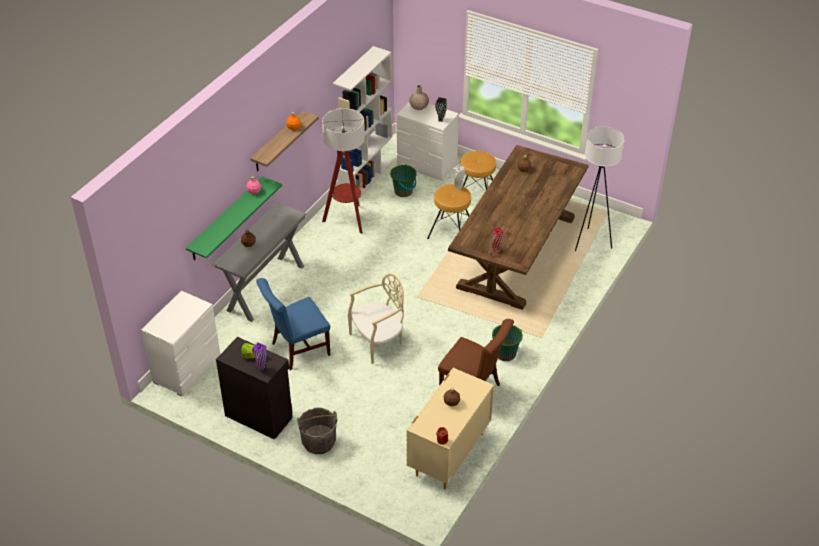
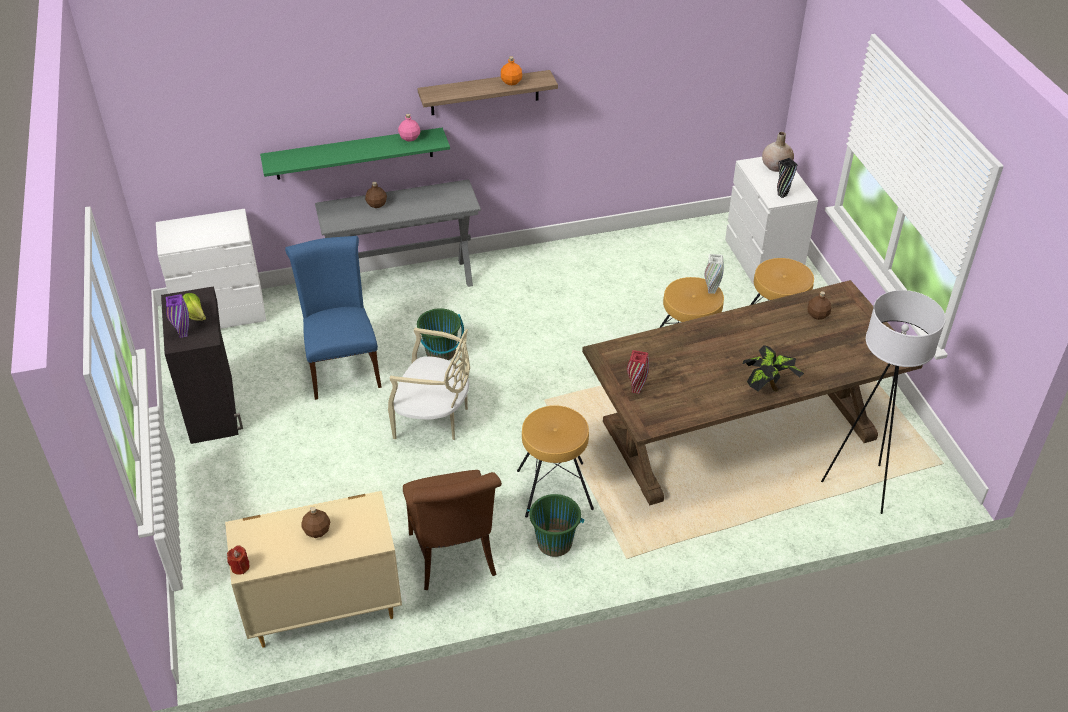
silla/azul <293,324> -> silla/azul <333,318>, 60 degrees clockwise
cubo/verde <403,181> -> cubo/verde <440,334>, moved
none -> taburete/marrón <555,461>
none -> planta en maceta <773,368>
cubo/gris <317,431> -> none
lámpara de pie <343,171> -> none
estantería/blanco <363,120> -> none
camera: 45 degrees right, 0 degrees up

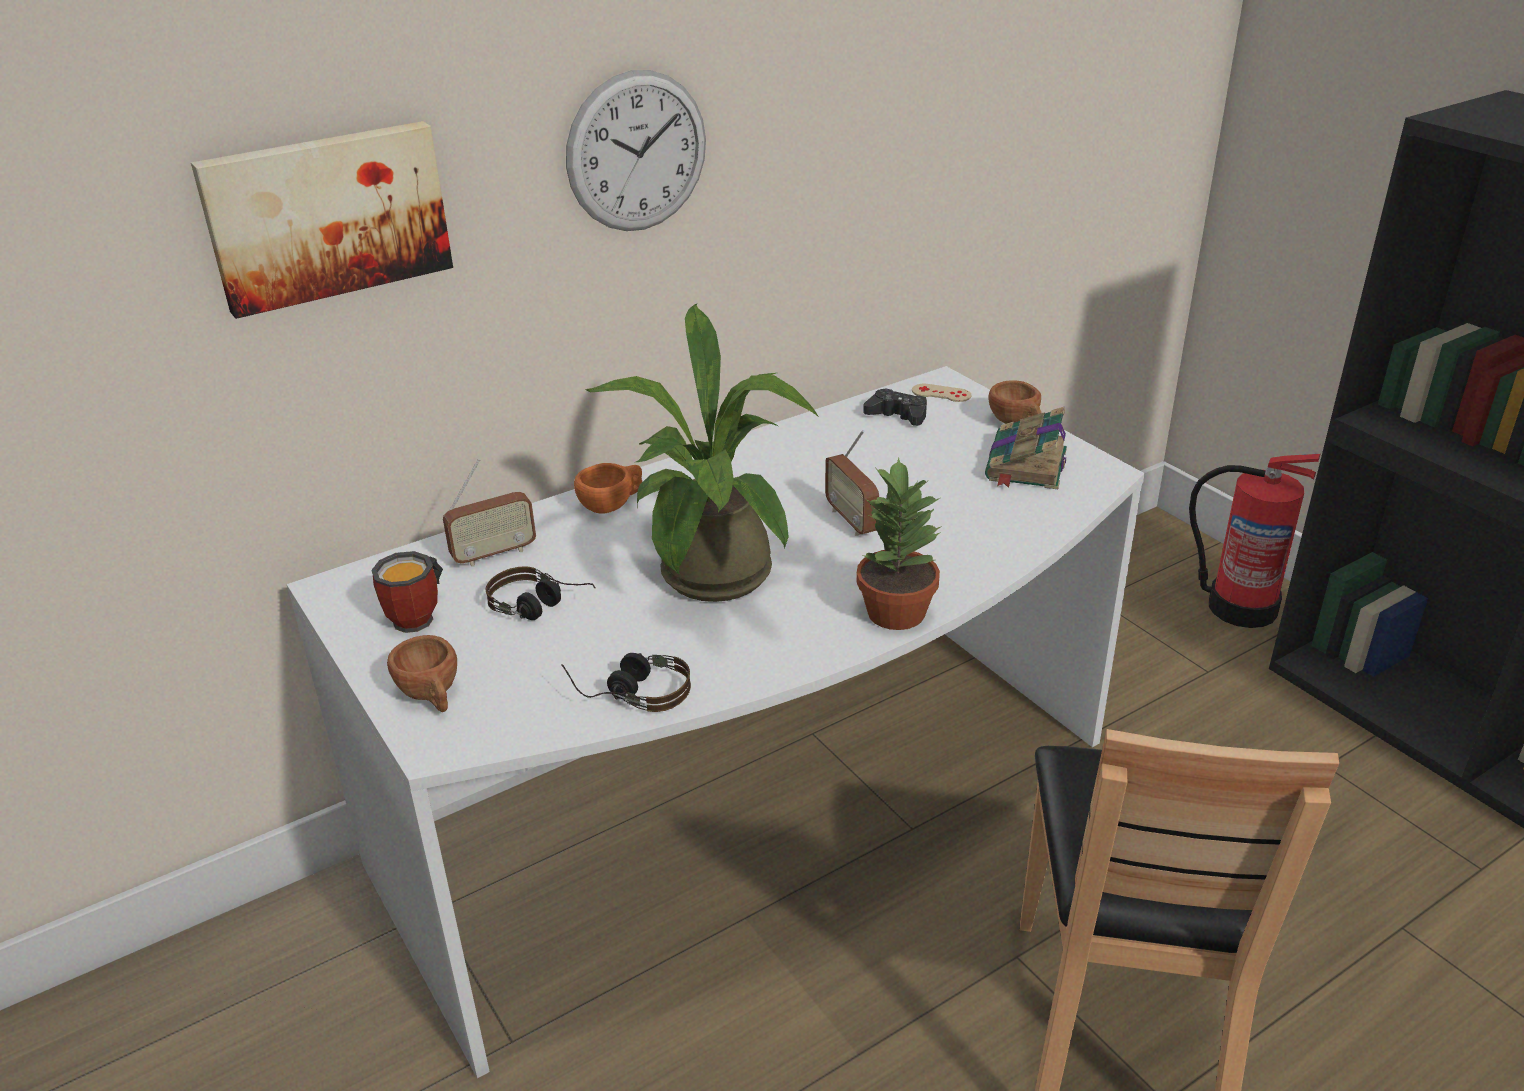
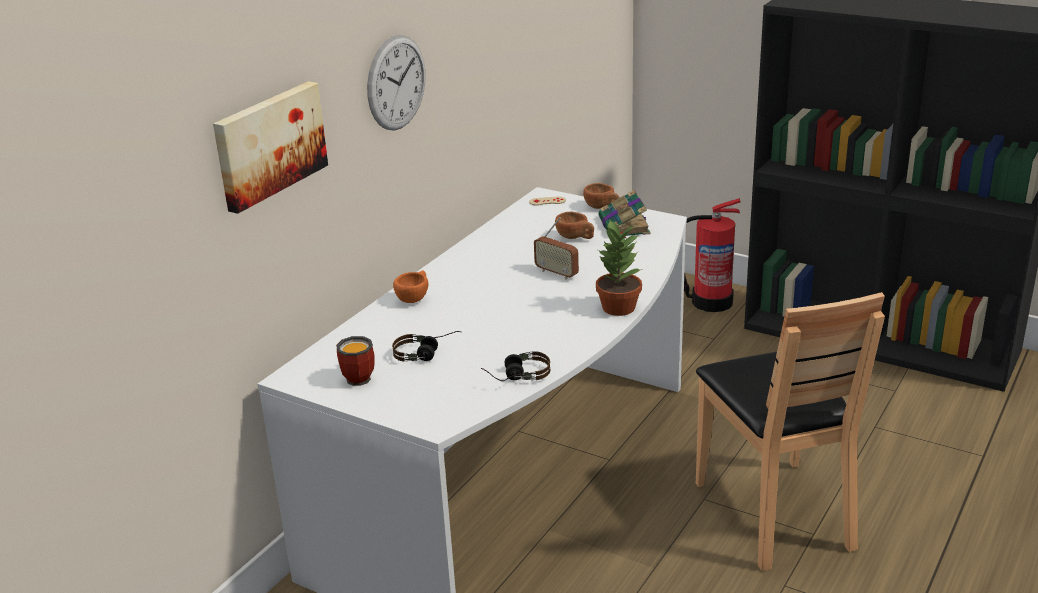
taza/marrón <422,673> -> taza/marrón <574,225>, moved
radio <489,513> -> none
planta en maceta <701,453> -> none
mando de consola/negro <895,407> -> none
camera: 25 degrees left, 5 degrees down

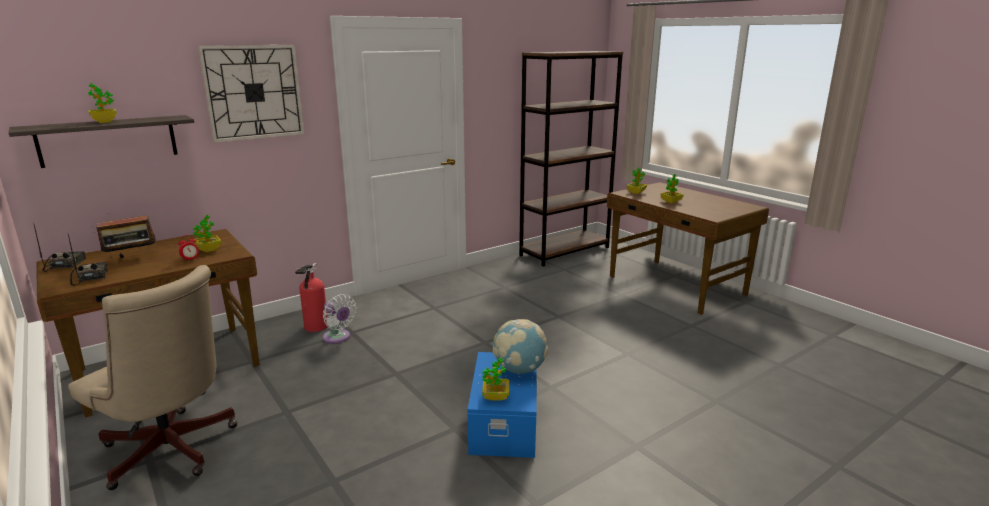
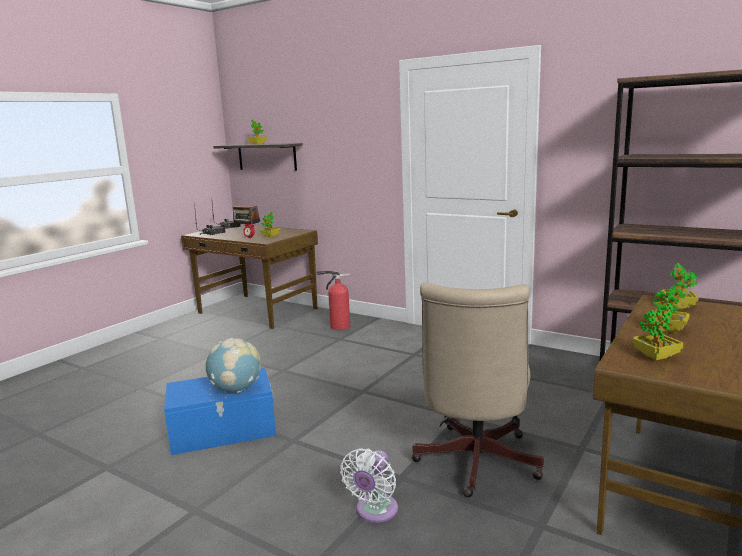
ventilador/blanco <340,319> -> ventilador/blanco <369,485>, moved
silla de oficina/beis <153,377> -> silla de oficina/beis <478,390>, moved
planta en maceta <495,379> -> planta en maceta <657,331>, moved
reloj de pared <251,94> -> none
camera: 70 degrees right, 5 degrees down

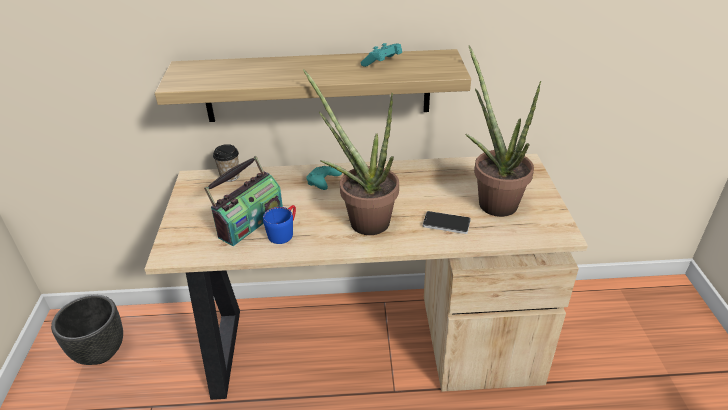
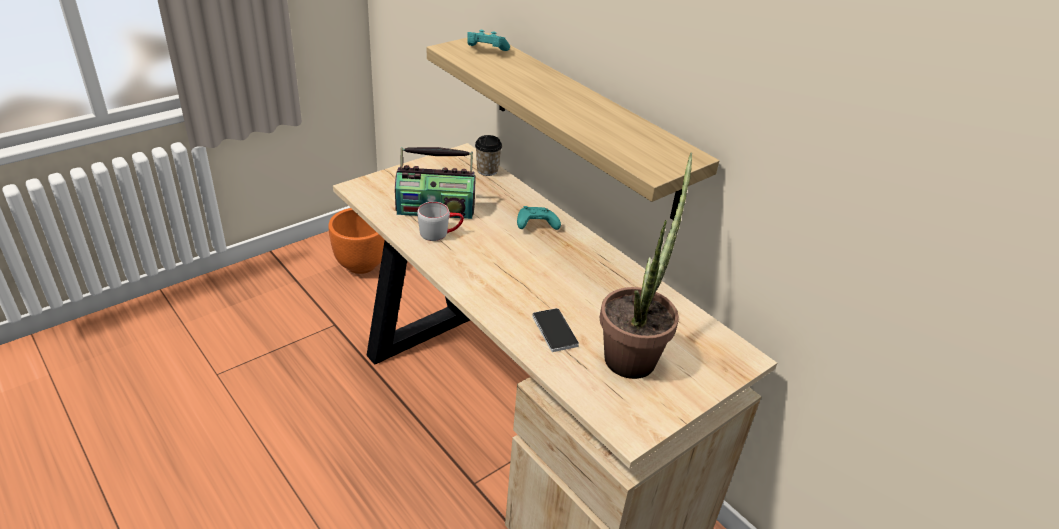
maceta/negro <87,330> -> maceta/naranja <356,241>
taza grande/azul <279,224> -> taza grande/gris <440,221>
mando de consola/turquesa <381,55> -> mando de consola/turquesa <488,40>, moved
planta en maceta <351,152> -> none
camera: 50 degrees right, 0 degrees up

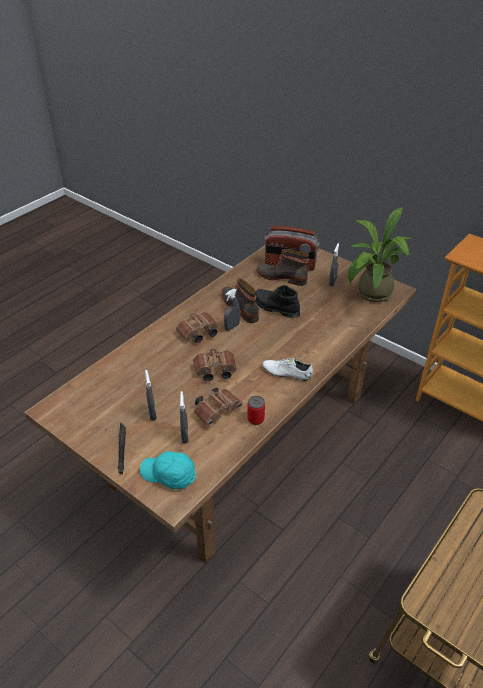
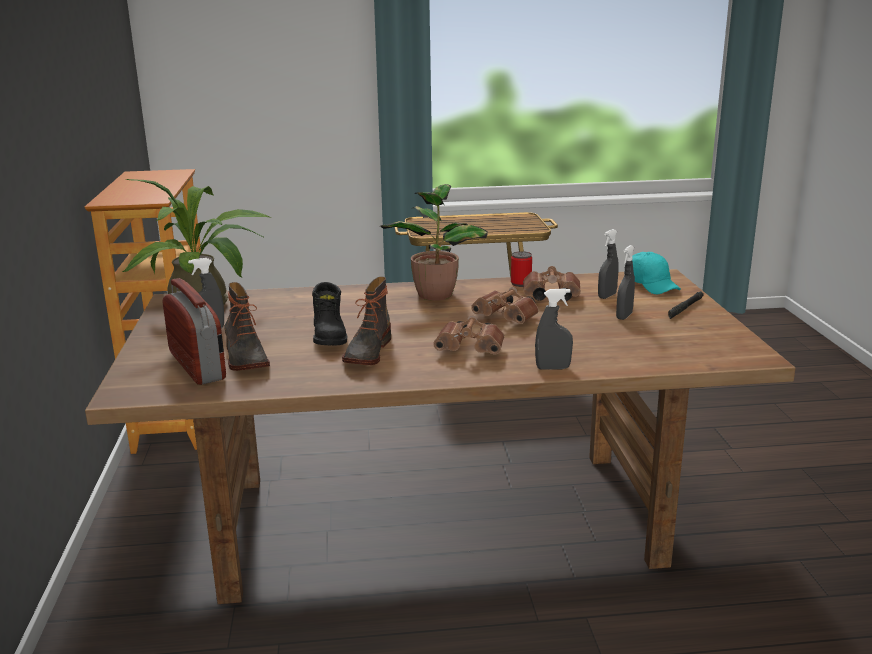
zapato/blanco <288,369> -> planta en maceta <434,242>
pulverizador/gris <232,310> -> pulverizador/gris <554,329>, moved
camera: 135 degrees left, 20 degrees down

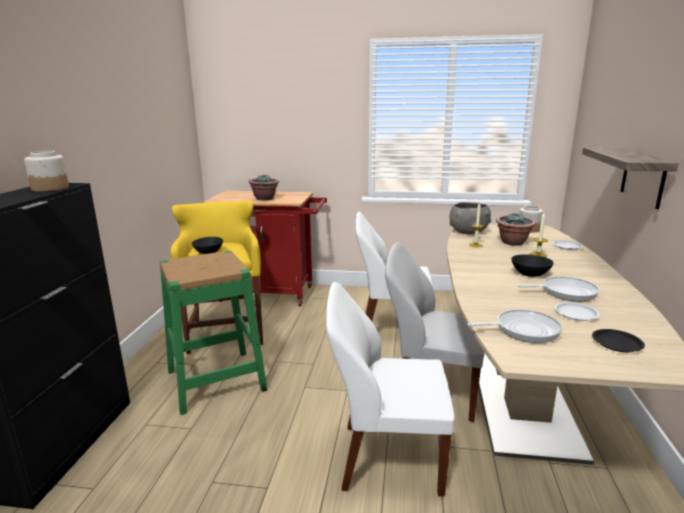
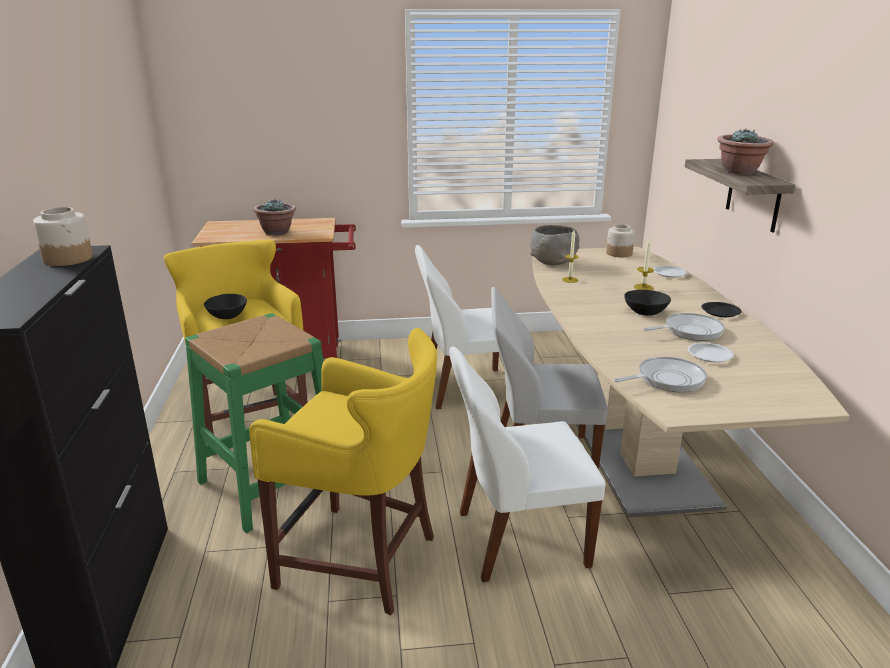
none -> taburete/amarillo <343,472>
plato/negro <618,340> -> plato/negro <721,309>, moved
planta en maceta <516,230> -> planta en maceta <745,152>, moved
camera: 15 degrees left, 5 degrees up

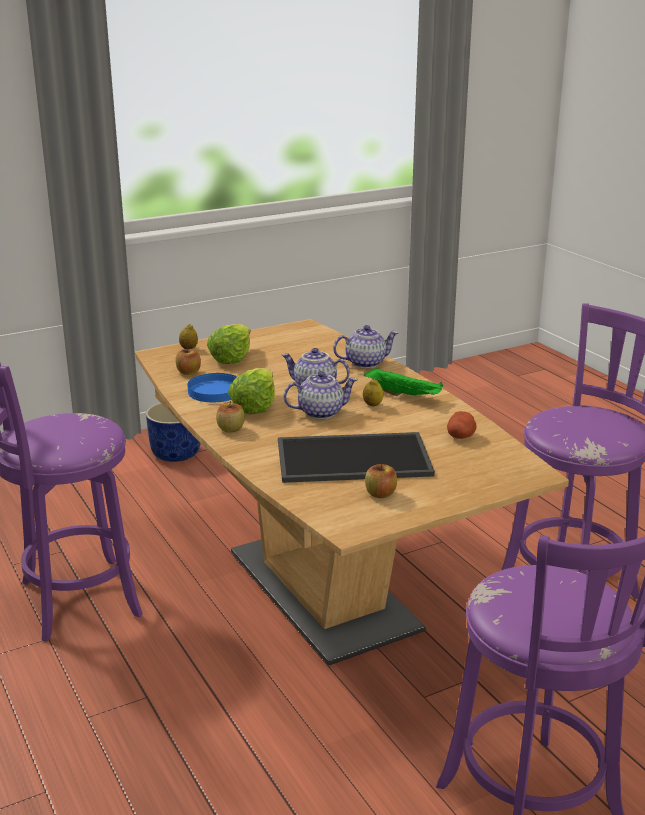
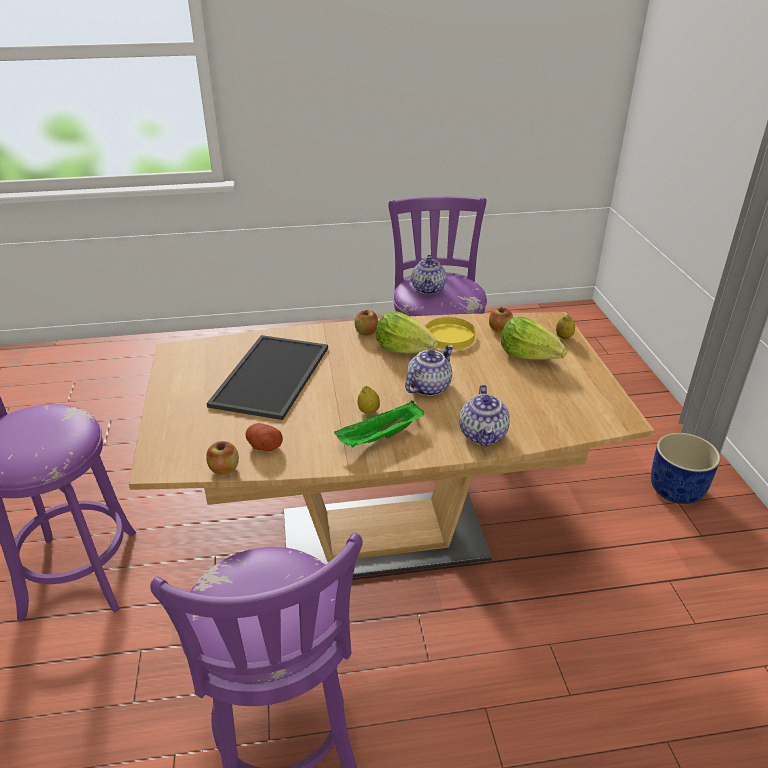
manzana <381,481> -> manzana <222,458>, moved
tetera <321,395> -> tetera <428,274>, moved
plato/azul <212,387> -> plato/amarillo <450,333>
camera: 110 degrees right, 10 degrees up

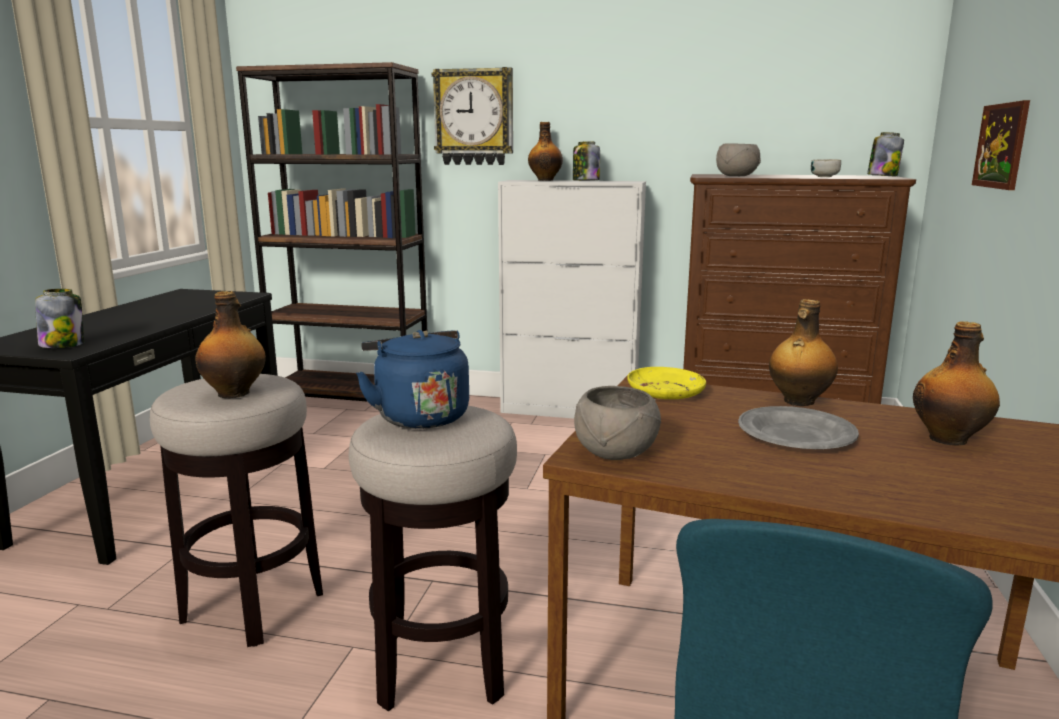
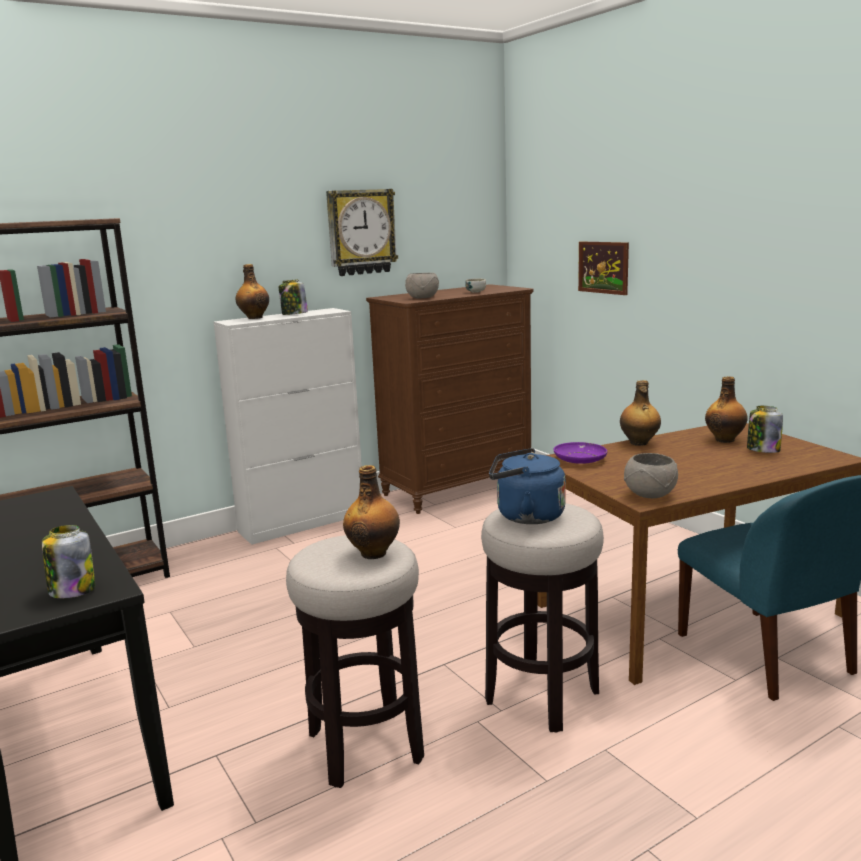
reloj de pared <472,116> -> reloj de pared <362,232>, moved
plato/amarillo <666,383> -> plato/morado <580,453>
tarro <885,154> -> tarro <765,429>, moved
plato/gris <798,427> -> none
camera: 45 degrees left, 0 degrees up

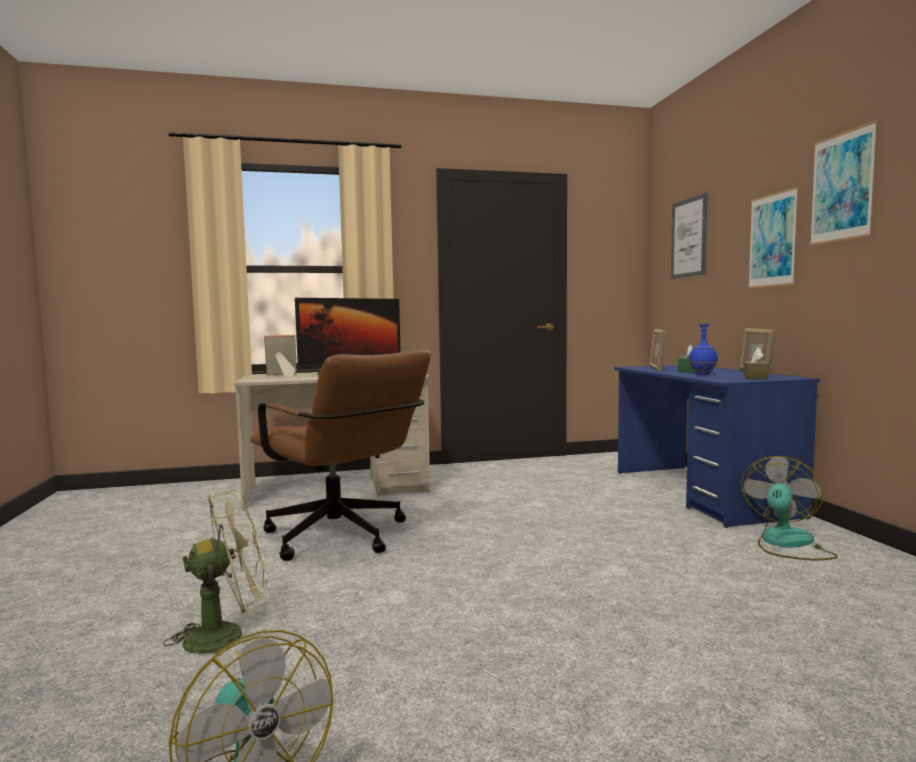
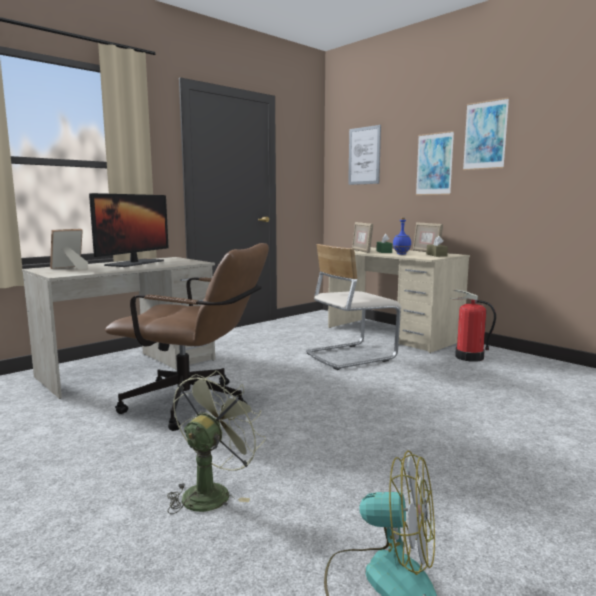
none -> silla/beis <353,307>
escritorio/azul <717,446> -> escritorio/beis <399,300>
ventilador <789,508> -> extintor <473,326>
camera: 30 degrees left, 5 degrees up

